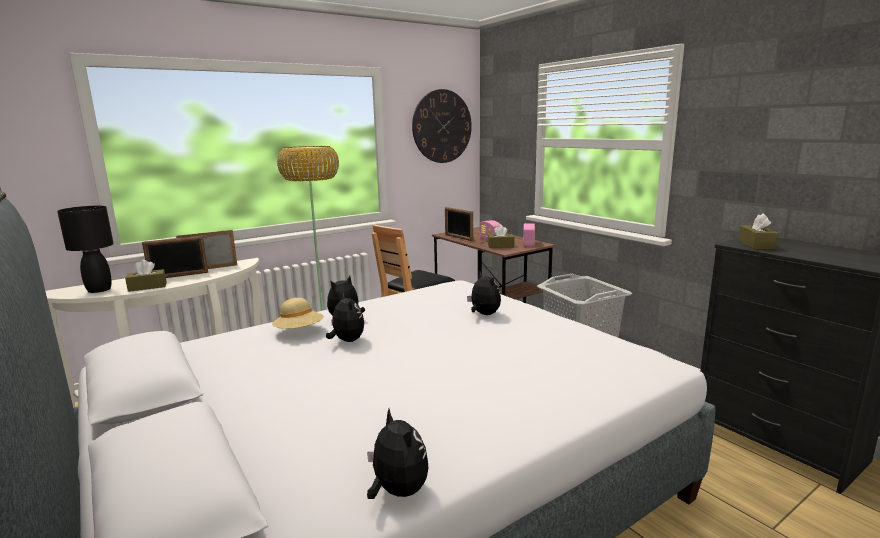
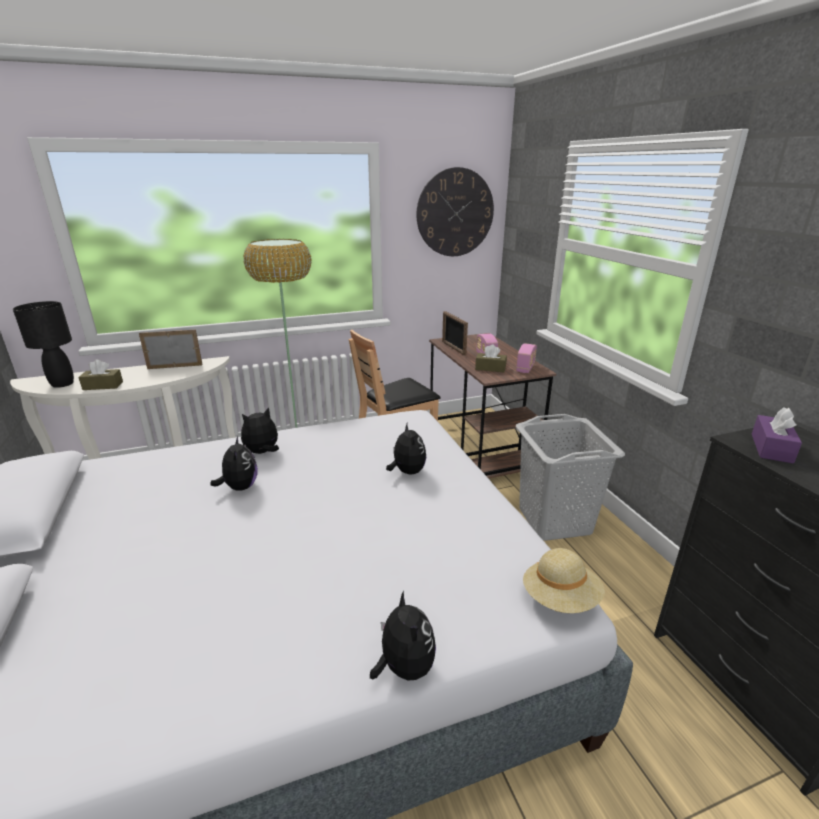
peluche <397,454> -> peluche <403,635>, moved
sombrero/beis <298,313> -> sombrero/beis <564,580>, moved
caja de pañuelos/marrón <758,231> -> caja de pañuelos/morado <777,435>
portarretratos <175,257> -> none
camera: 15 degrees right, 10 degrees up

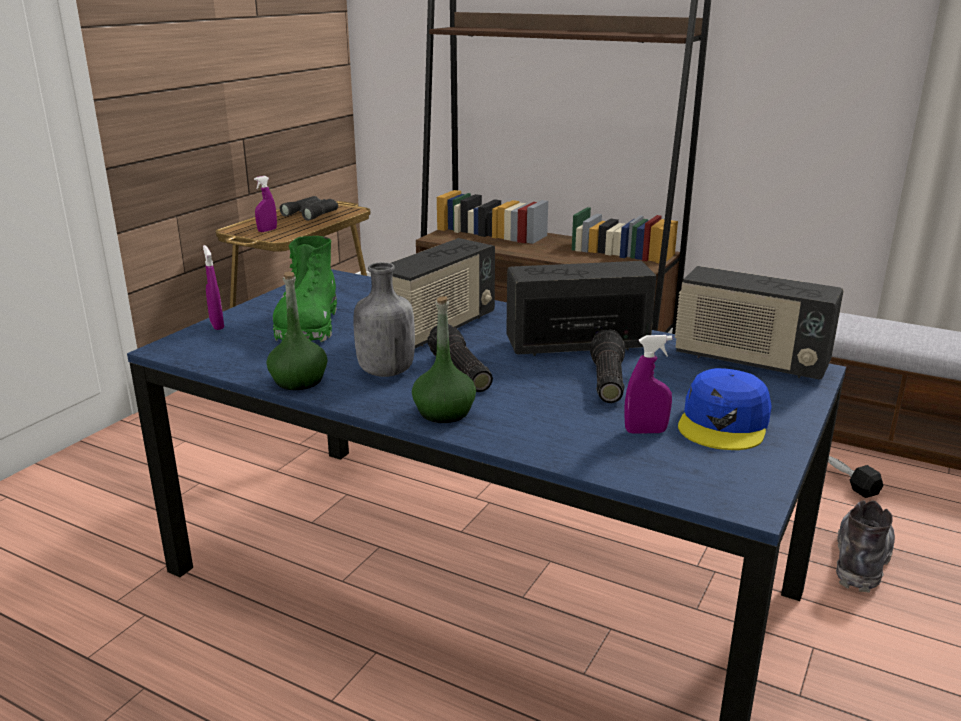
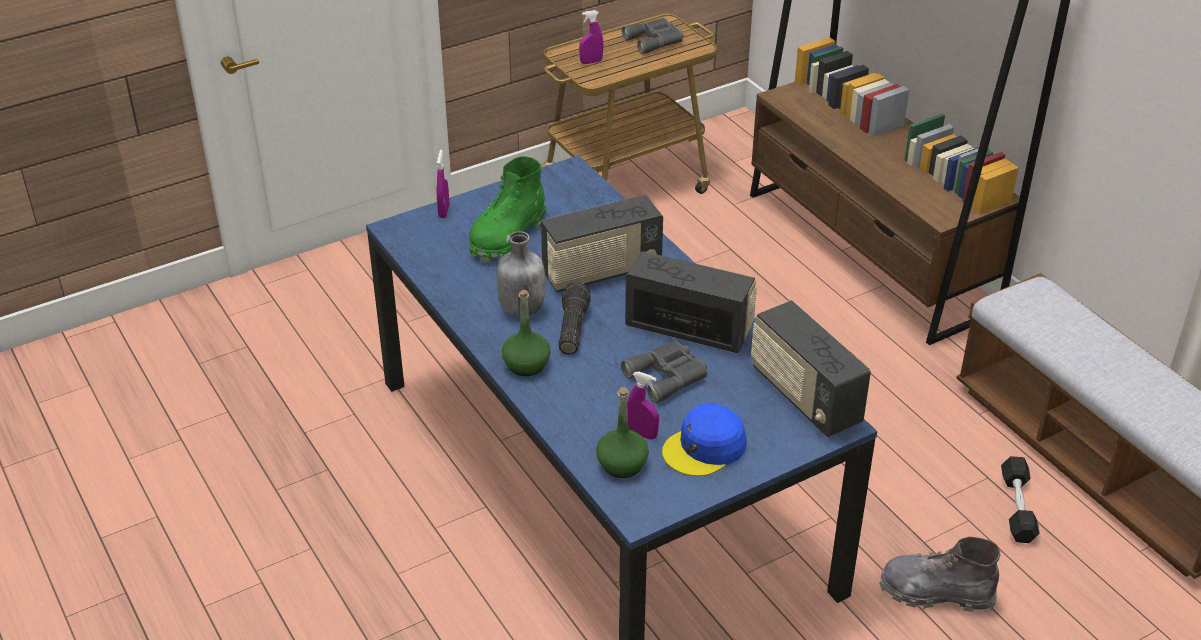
botella/verde <297,331> -> botella/verde <622,432>, moved
linterna <607,366> -> prismáticos/gris <664,371>
bota/gris <865,546> -> bota/gris <939,574>, 135 degrees counterclockwise
camera: 30 degrees right, 15 degrees up

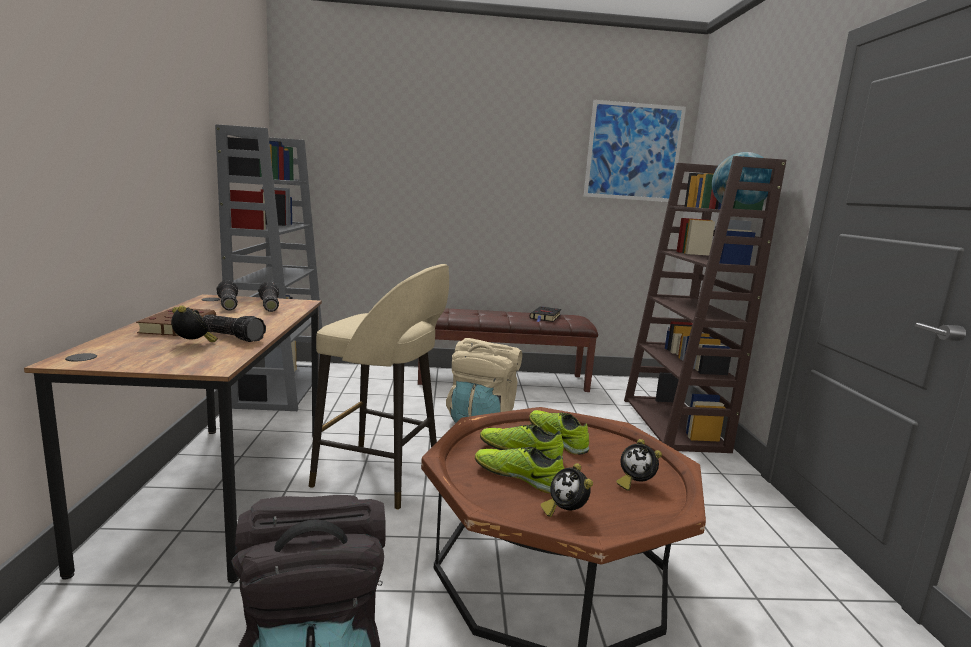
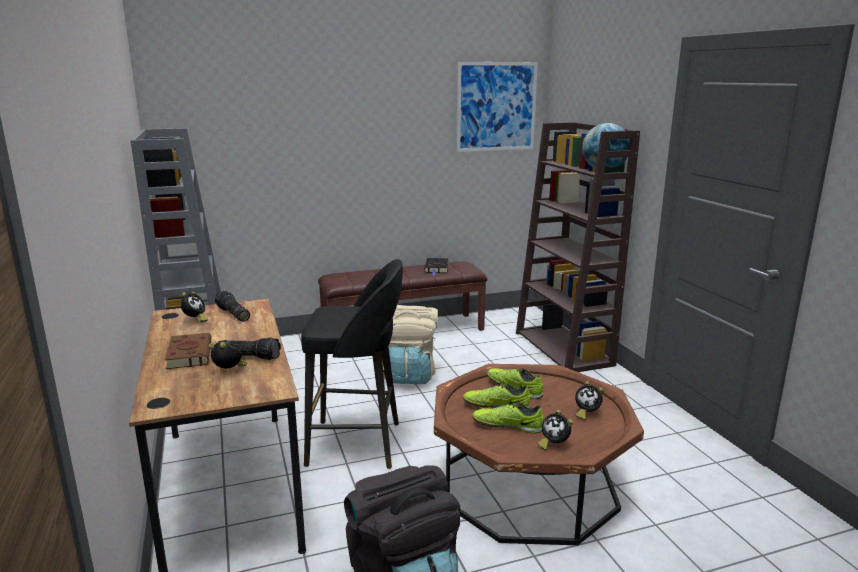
linterna <227,295> -> despertador <194,307>
taburete/beis <379,387> -> taburete/negro <352,364>
camera: 15 degrees left, 5 degrees up

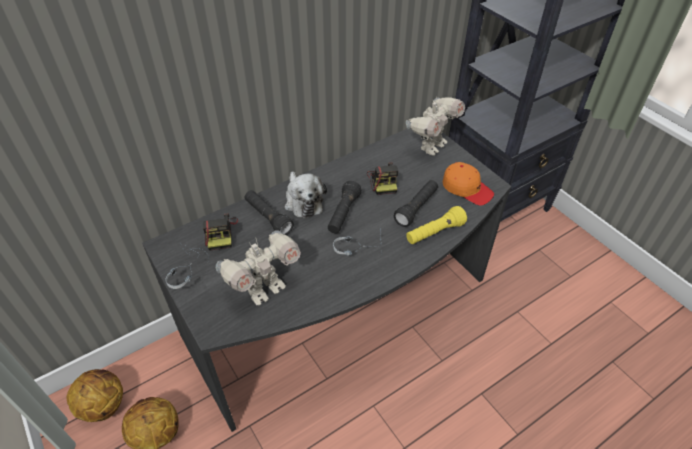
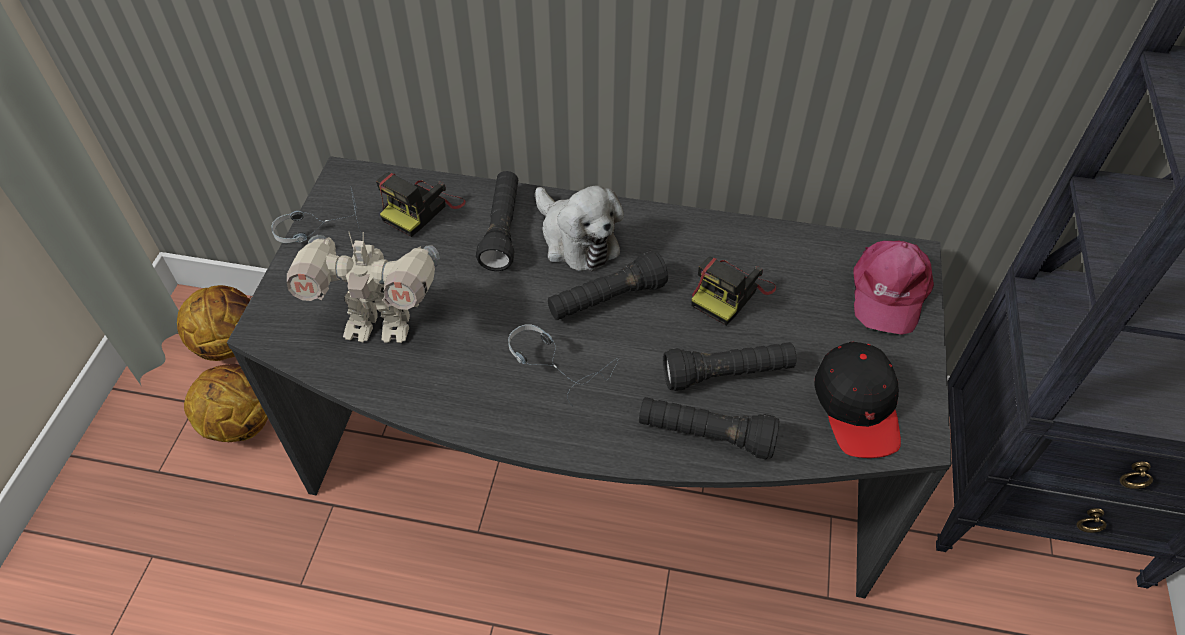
peluche <306,195> -> peluche <579,229>, 60 degrees counterclockwise
linterna/amarillo <436,225> -> linterna/negro <709,428>
gorra/naranja <468,184> -> gorra/negro <857,400>
robot de juguete <435,126> -> gorra/rosa <893,288>
camera: 45 degrees right, 5 degrees up

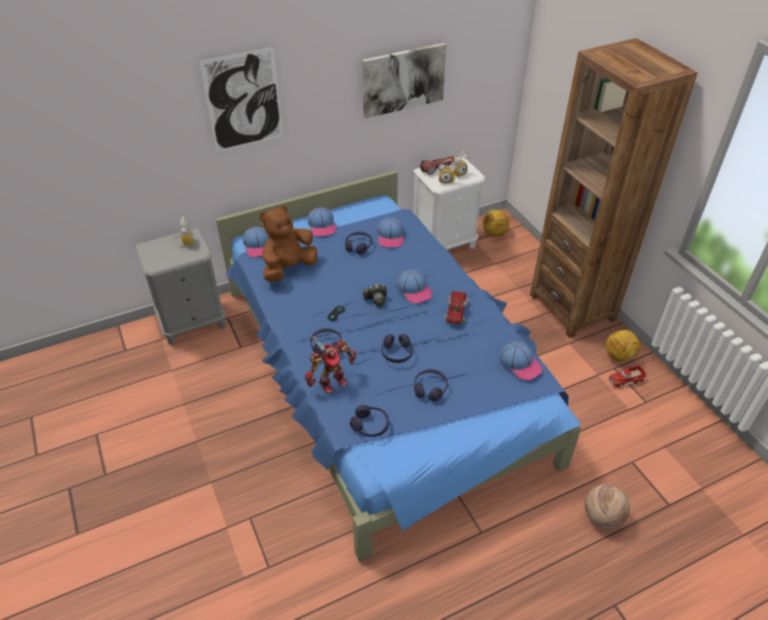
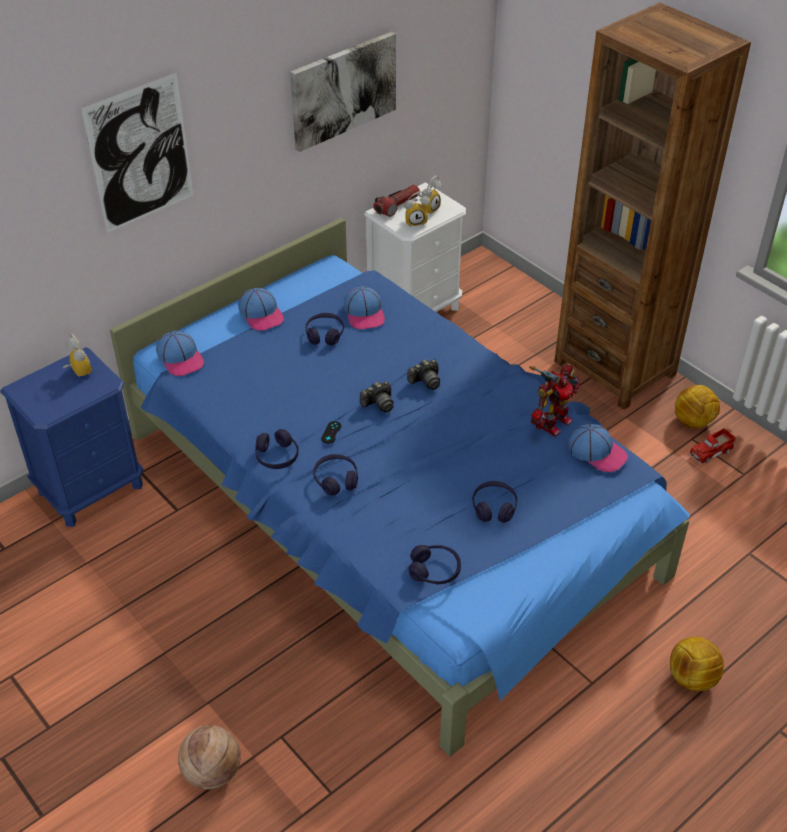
mesita de noche/gris <180,286> -> mesita de noche/azul <71,437>
balón de baloncesto <607,506> -> balón de baloncesto <209,757>, moved
auriculares/morado <397,348> -> auriculares/morado <277,449>, moved
gorra <414,286> -> cámara <423,374>
robot de juguete <330,365> -> robot de juguete <555,400>, moved
balón de fútbol <496,223> -> balón de fútbol <697,664>, moved
peluche/marrón <288,243> -> none
coche de juguete <457,308> -> none
camera: 15 degrees left, 0 degrees up

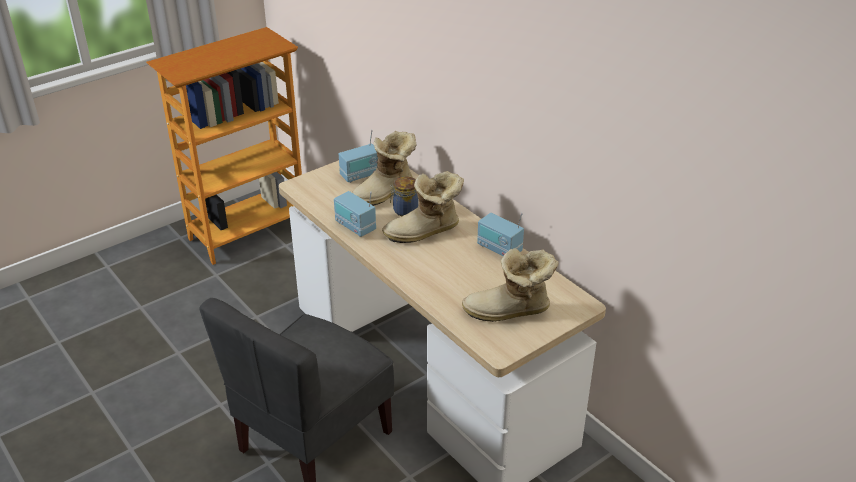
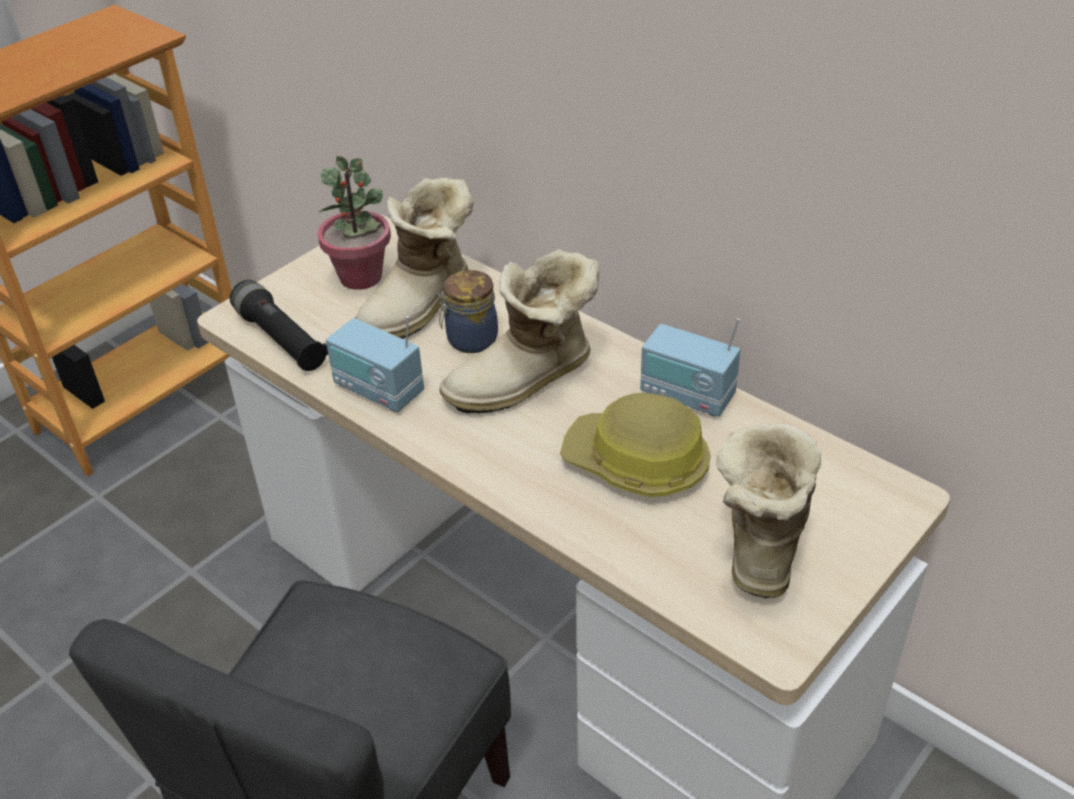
none -> linterna/negro <279,325>
radio <358,156> -> planta en maceta <354,223>
none -> casco <635,445>
bota <510,285> -> bota <769,510>, 120 degrees clockwise
camera: 10 degrees left, 5 degrees up

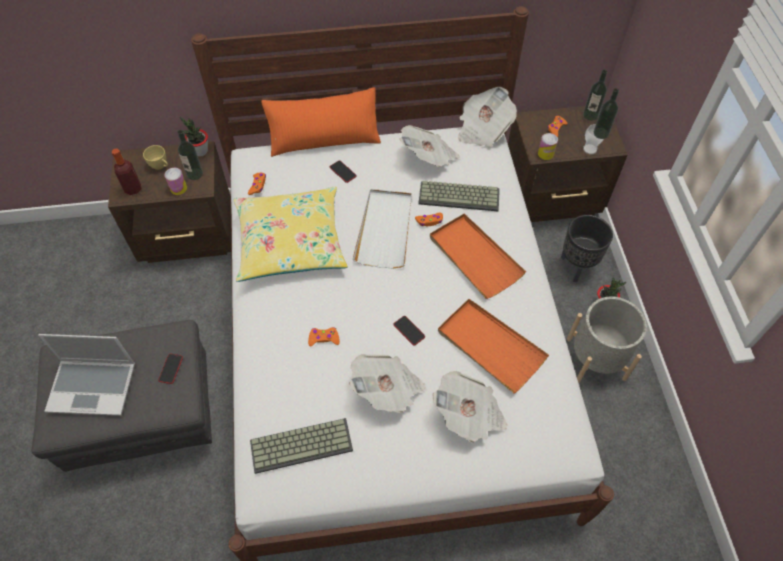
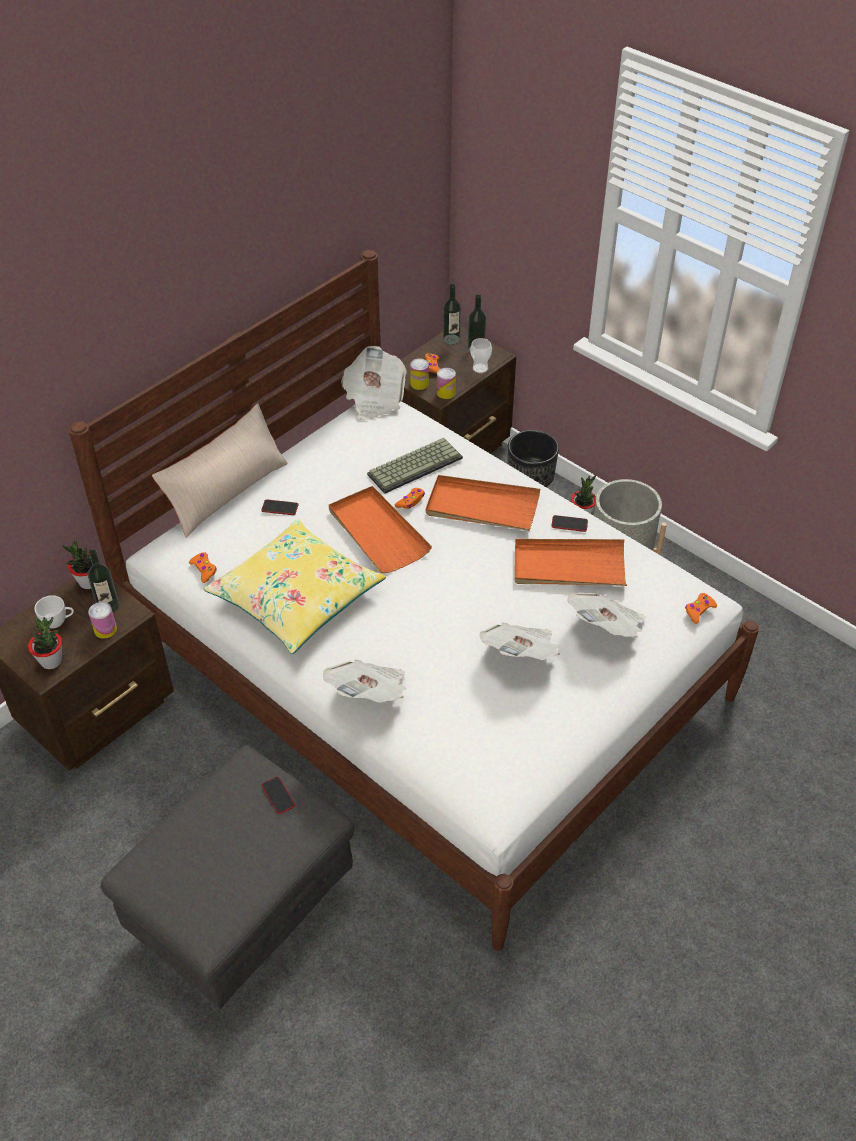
botella <127,171> -> planta en maceta <45,643>
taza/amarillo <155,157> -> taza/blanco <54,611>
cojín/naranja <321,122> -> cojín/beis <220,470>
periódico <429,146> -> periódico <364,681>, moved
bandeja/blanco <382,228> -> bandeja/naranja <380,529>
none -> lata <419,374>
móvil <409,331> -> móvil <569,523>, moved
mando de consola/naranja <324,336> -> mando de consola/naranja <701,608>, moved
portátil <86,375> -> none
teclado <301,446> -> none
camera: 40 degrees left, 10 degrees down

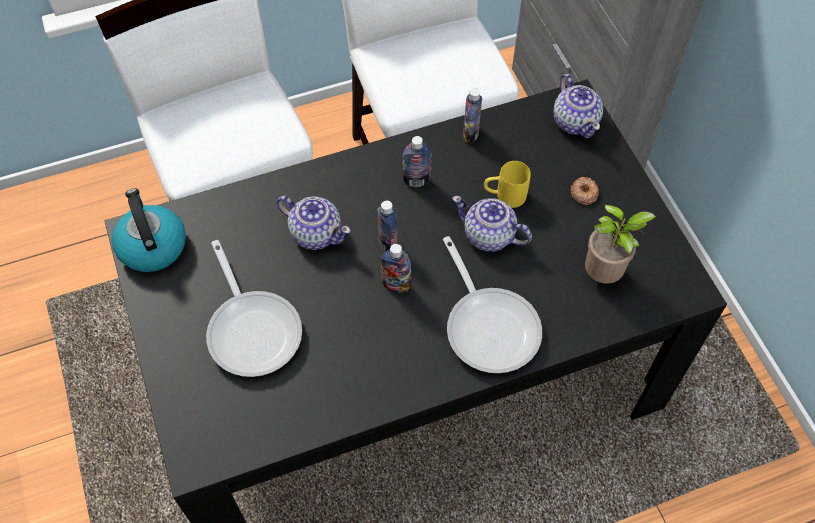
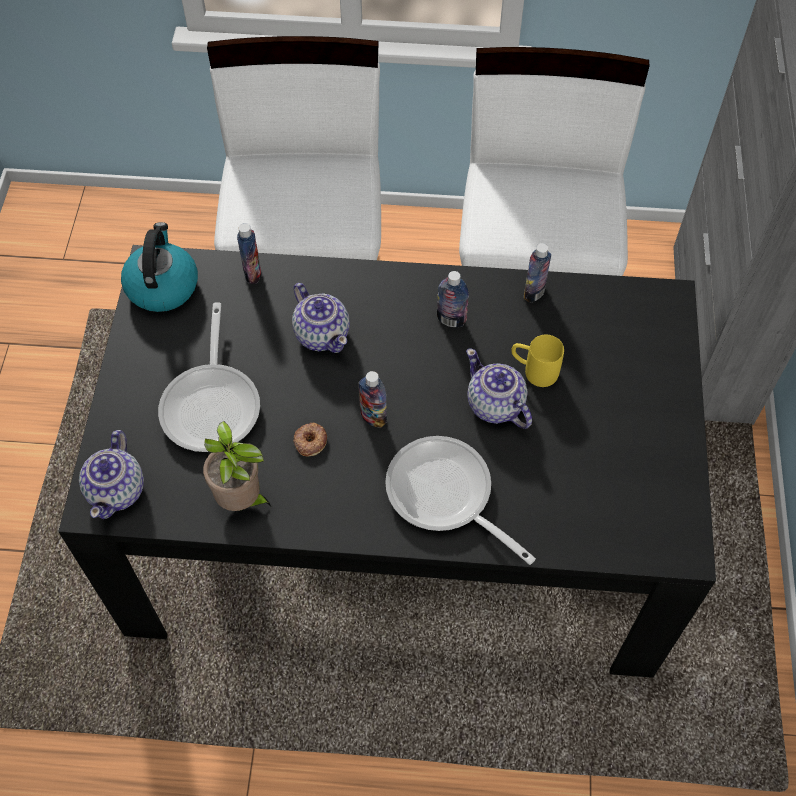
tetera <578,106> -> tetera <111,474>, moved
planta en maceta <620,244> -> planta en maceta <237,466>, moved
botella <387,226> -> botella <249,253>, moved
rosquilla <585,191> -> rosquilla <310,439>, moved
sartén <492,304> -> sartén <460,500>, 135 degrees clockwise
camera: 25 degrees right, 0 degrees up

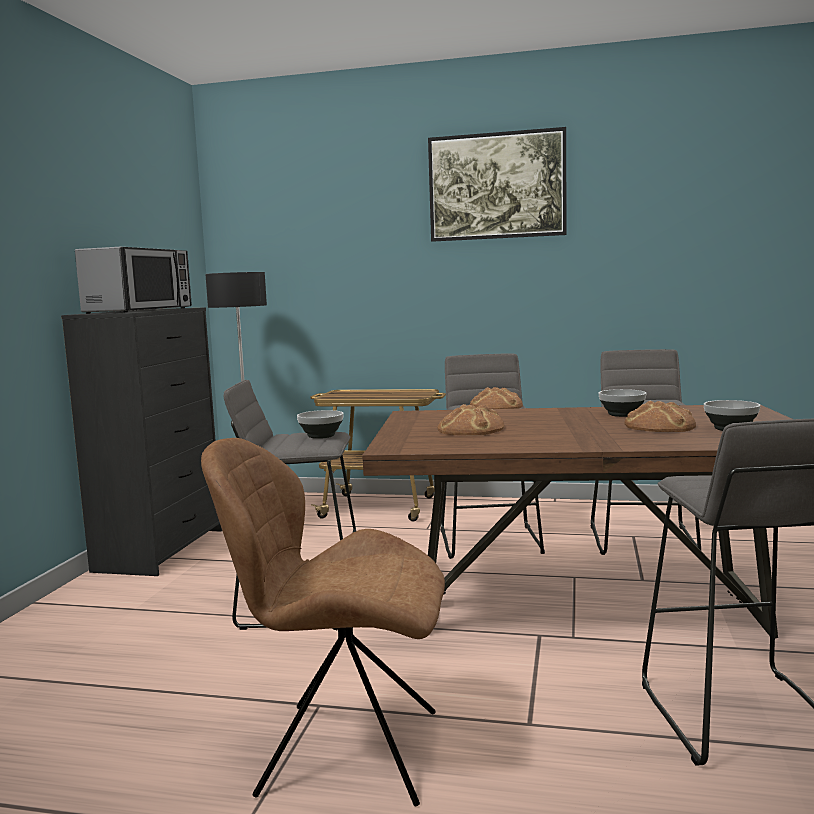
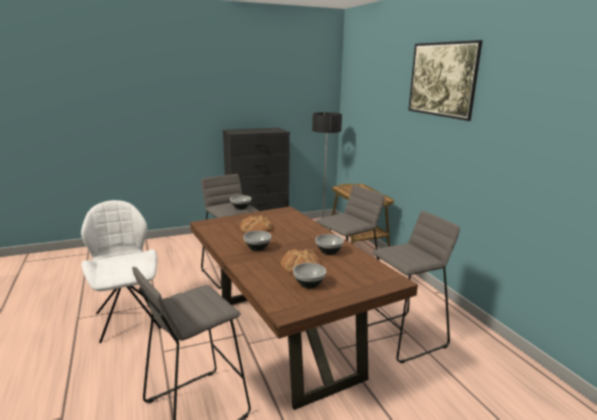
silla/marrón <323,622> -> silla/blanco <121,271>
none -> cuenco <257,241>
microondas <133,280> -> none
pan <496,398> -> none
camera: 55 degrees right, 10 degrees up

